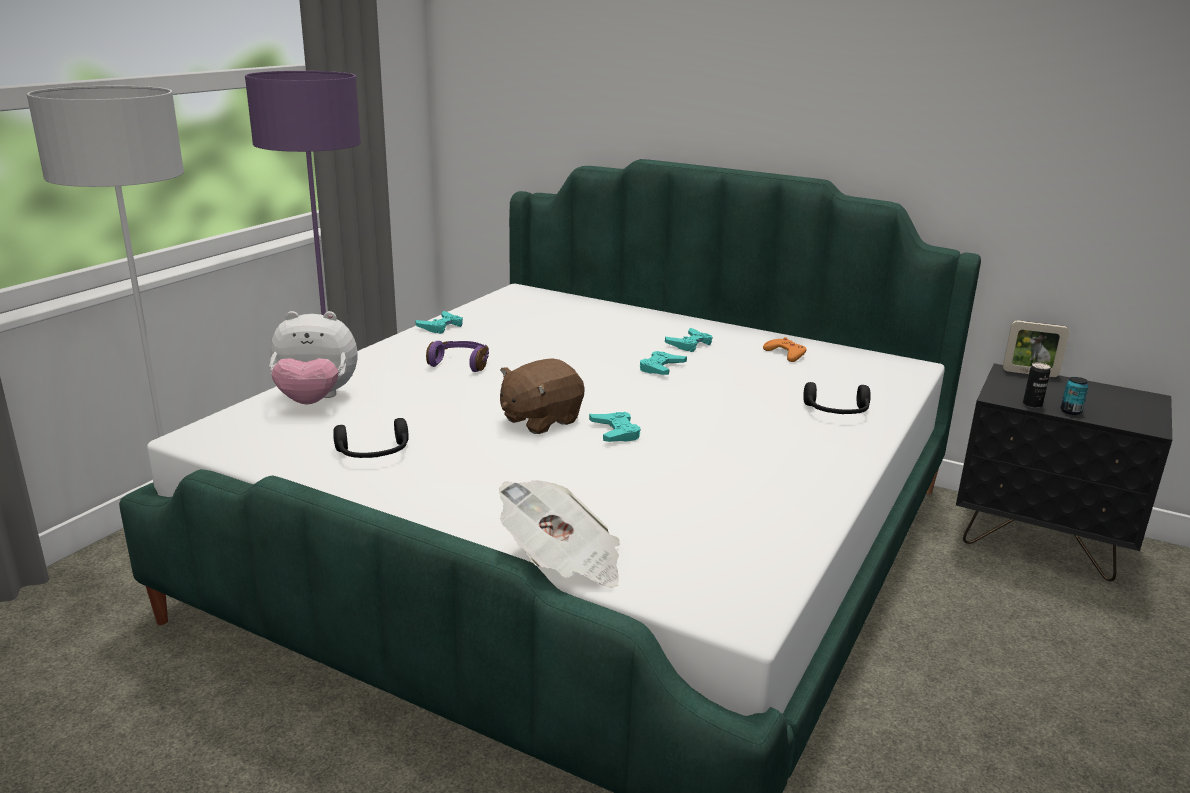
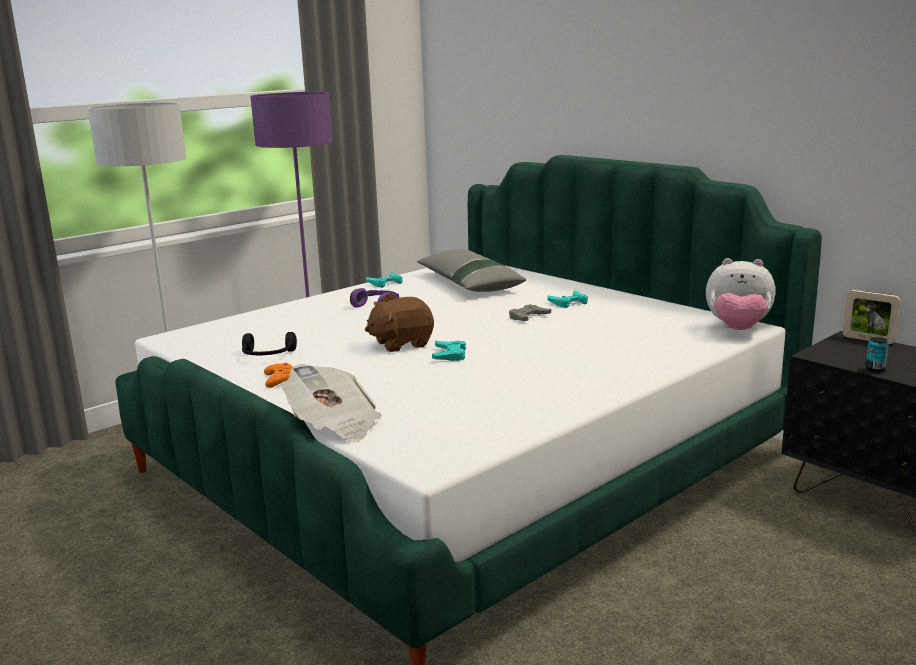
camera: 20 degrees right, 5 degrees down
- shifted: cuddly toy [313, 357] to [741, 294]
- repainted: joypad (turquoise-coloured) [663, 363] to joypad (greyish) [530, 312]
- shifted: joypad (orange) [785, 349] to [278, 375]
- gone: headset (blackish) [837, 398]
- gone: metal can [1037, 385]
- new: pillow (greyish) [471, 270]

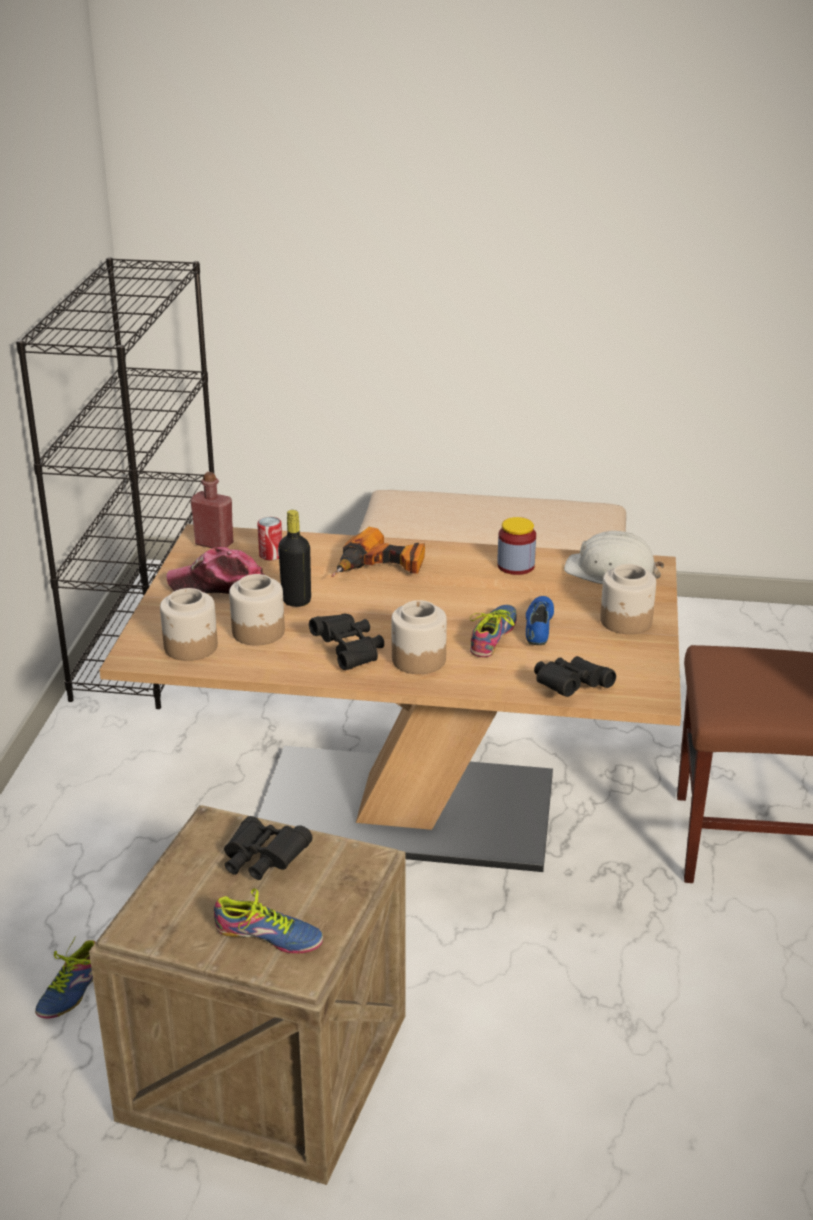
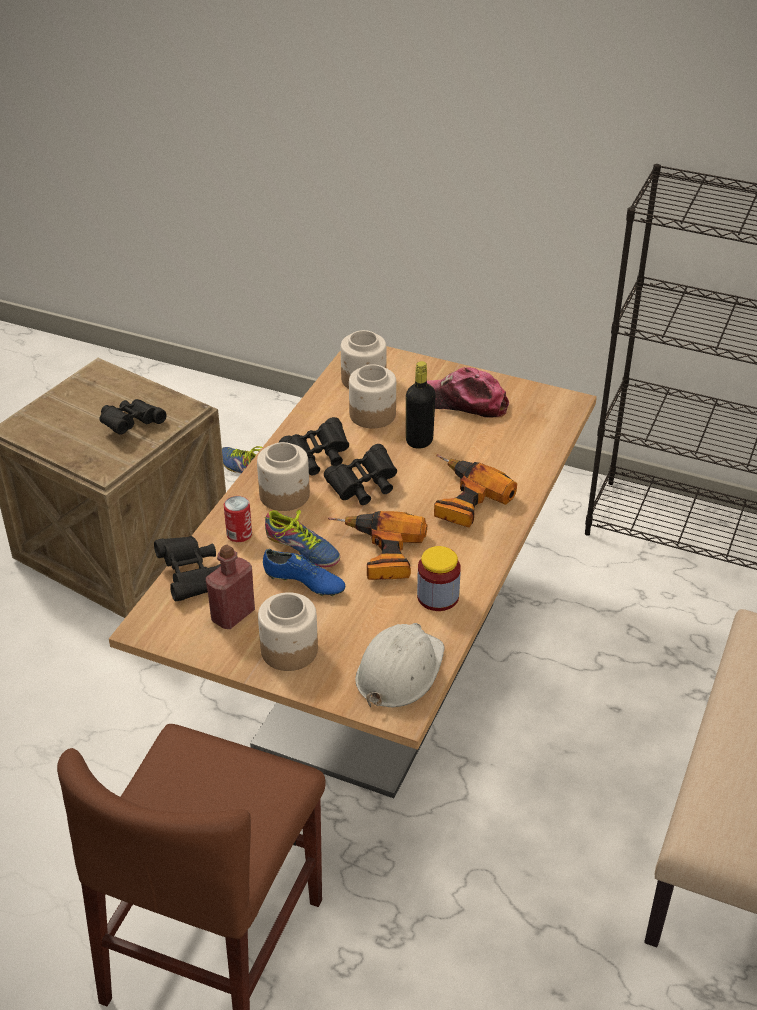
camera: 105 degrees right, 10 degrees up
- rotated: cap [215, 570] = [468, 392] 90 degrees counterclockwise
- shifted: bottle (red) [211, 510] to [230, 587]
- gone: low shoe [268, 920]
- shifted: metal can [269, 538] to [238, 519]
- new: pair of binoculars (blackish) [360, 474]
- new: drill [377, 545]

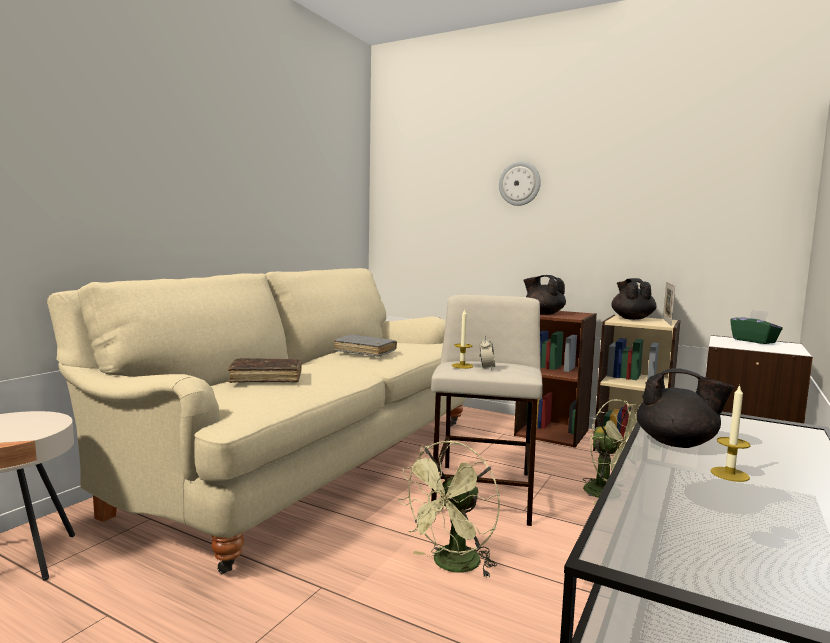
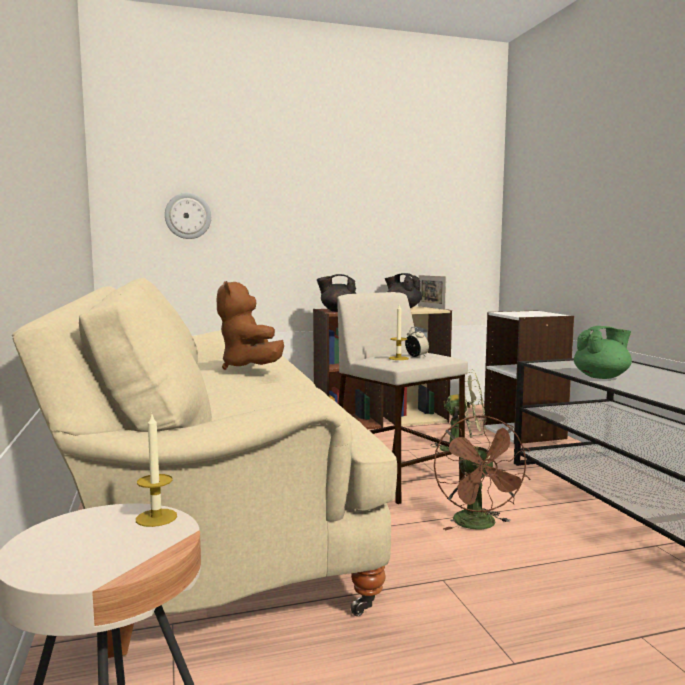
camera: 45 degrees left, 0 degrees up
- gone: volume (brownish) [265, 370]
- swapped: volume (greyish) [365, 345] to cuddly toy (brownish) [250, 325]
- repainted: electric fan (greenish) [449, 509] to electric fan (brownish) [482, 472]
- shifted: clock on the wall [520, 183] to [188, 216]
- repainted: tea pot (blackish) [685, 408] to tea pot (greenish) [603, 352]
- shifted: candle [730, 433] to [156, 469]
- gone: tissue box (greenish) [756, 327]

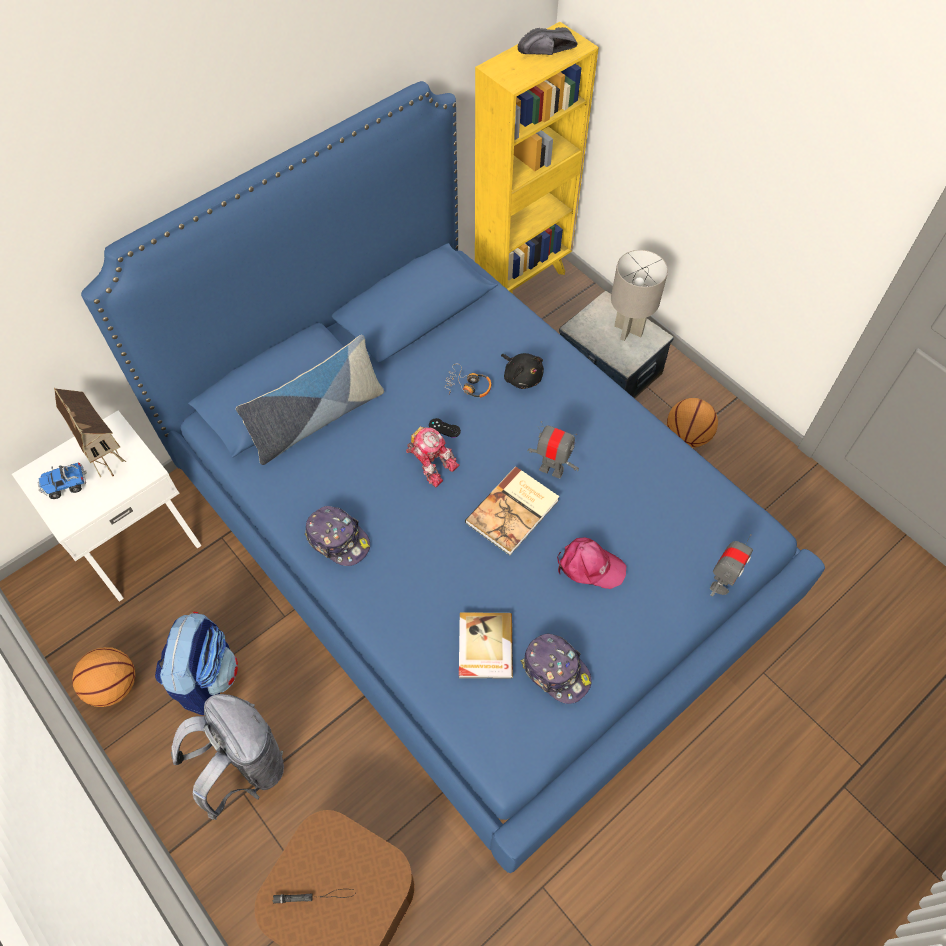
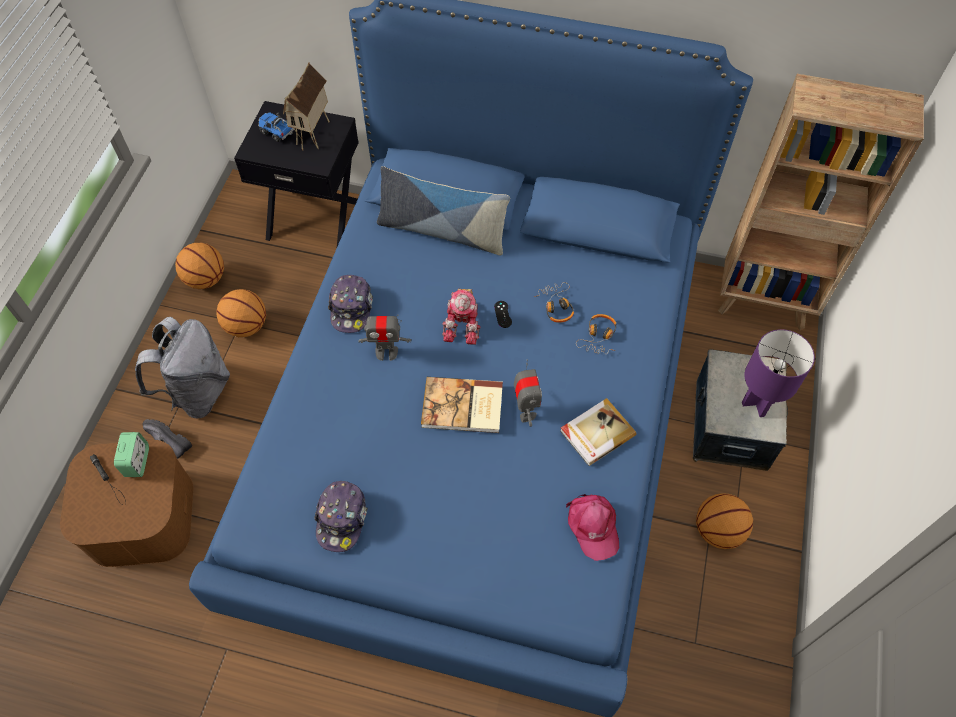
camera: 55 degrees right, 0 degrees up
- repainted: bedside table (white) [107, 506] to bedside table (blackish) [296, 175]
- swapped: knapsack [196, 663] to basketball [241, 313]
- shifted: volume [486, 645] to [598, 432]
- repainted: shelving unit (yellow-coloured) [537, 158] to shelving unit (brownish) [821, 202]
- swapped: cuddly toy (blackish) [522, 371] to headset [596, 334]
- shifted: low shoe (blackish) [547, 41] to [167, 439]
- shifted: cap (pinkish) [591, 563] to [592, 527]
- repainted: tabletop lamp (greyish) [639, 295] to tabletop lamp (purplish) [778, 373]
- shifted: toy robot [731, 565] to [385, 337]
- new: alarm clock [131, 454]

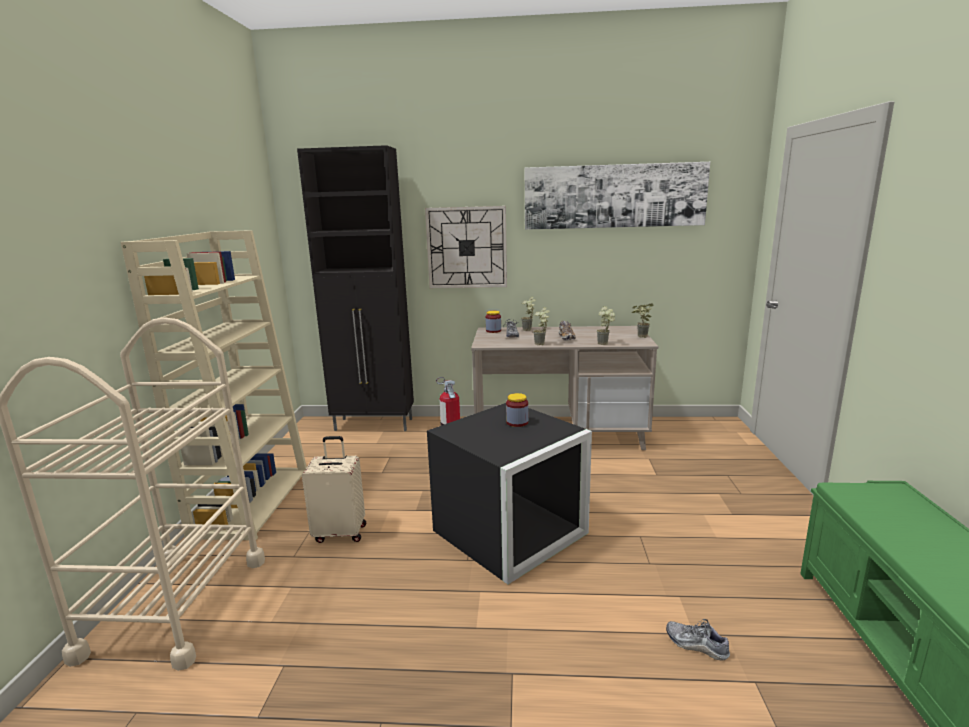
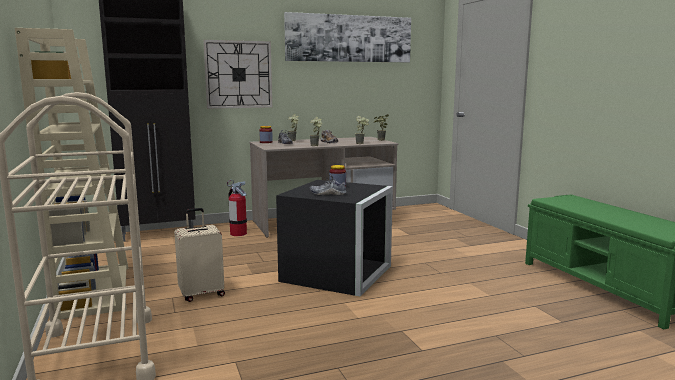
camera: 25 degrees left, 5 degrees down
- shifted: low shoe [698, 640] to [328, 185]

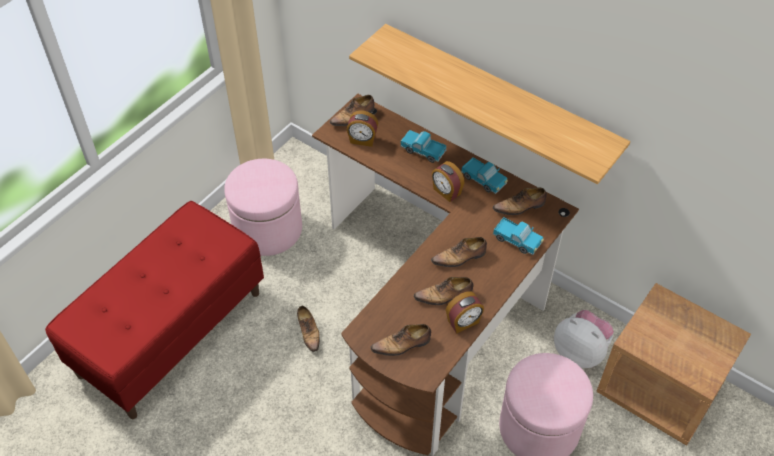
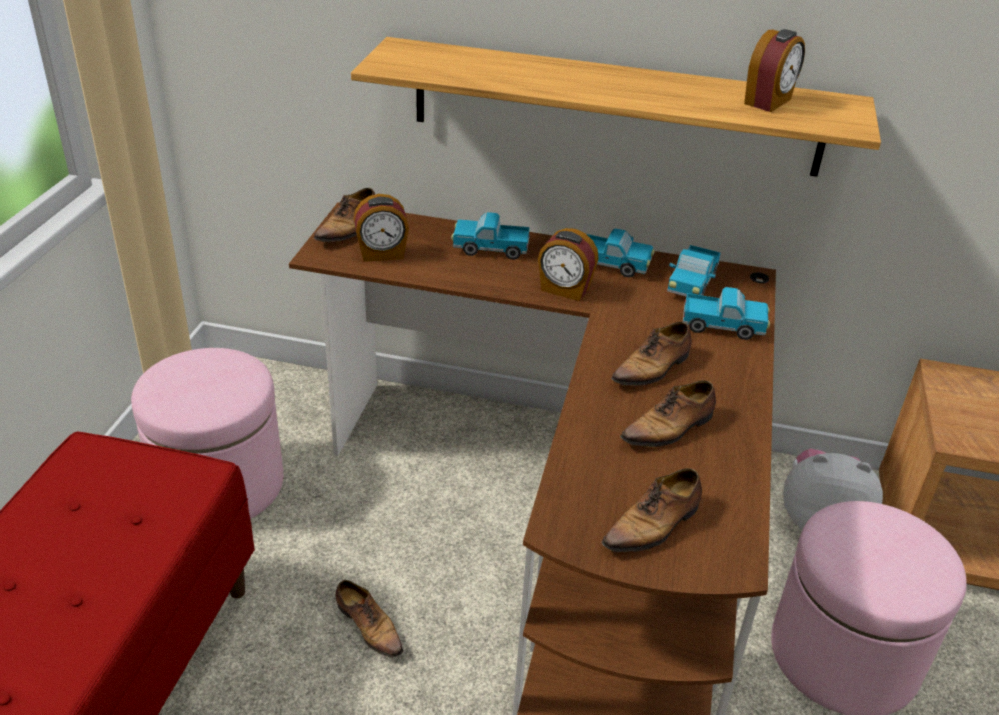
camera: 25 degrees left, 15 degrees down
- shifted: alarm clock [465, 312] to [774, 70]
- swapped: low shoe [520, 201] to toy truck [694, 270]

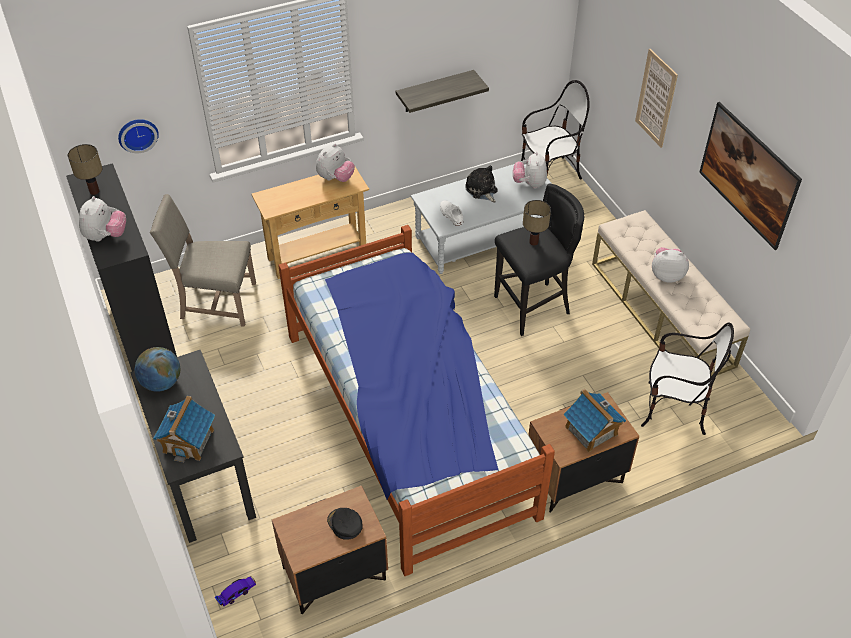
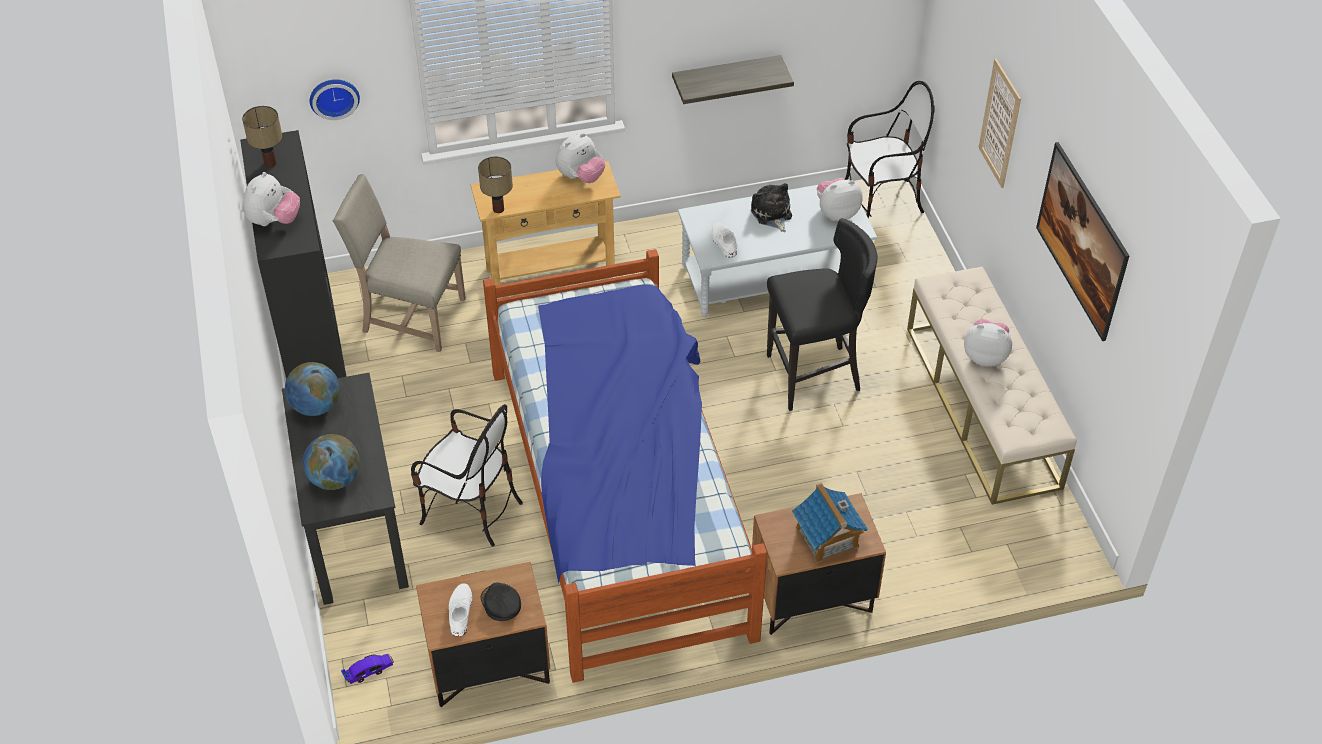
camera: 10 degrees right, 0 degrees up
- swapped: miniature house [184, 429] to desk globe [331, 462]
- rotated: cuddly toy [530, 170] = [840, 199] 60 degrees clockwise
- shifted: tabletop lamp [537, 222] to [495, 185]
- shifted: upright chair [687, 379] to [467, 475]
- new: low shoe (white) [460, 609]

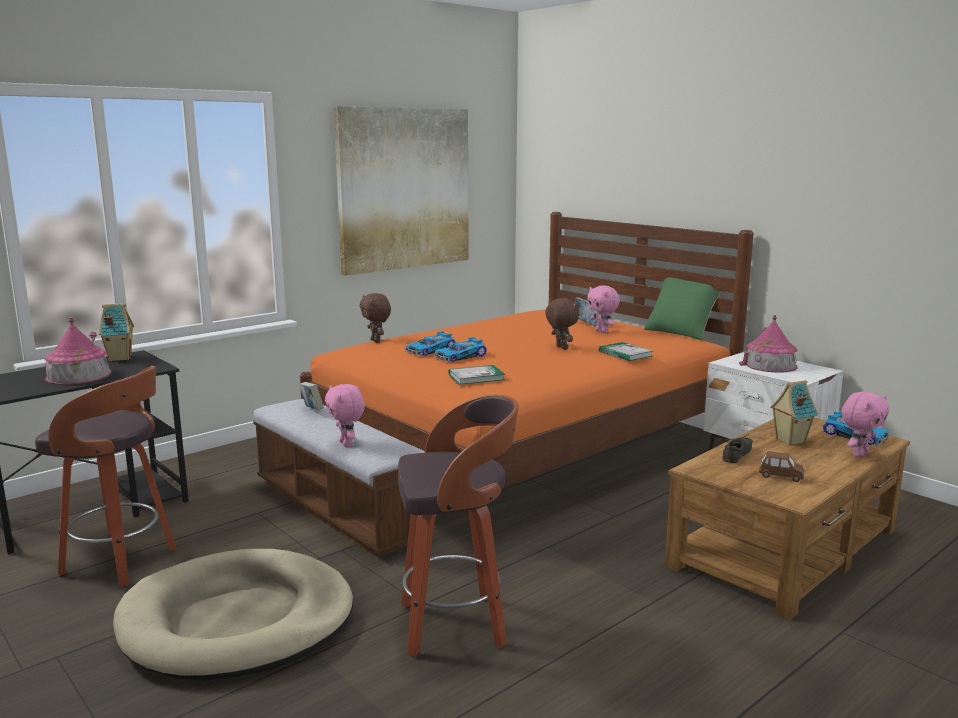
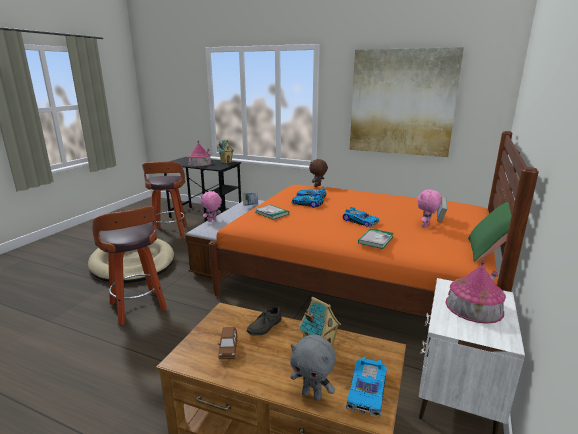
camera: 65 degrees right, 5 degrees up
- swapped: cuddly toy (brownish) [562, 324] to miniature car [361, 217]
- rotated: low shoe (greyish) [738, 448] = [264, 319] 120 degrees clockwise
- repainted: cuddly toy (pinkish) [865, 424] to cuddly toy (greyish) [313, 368]

